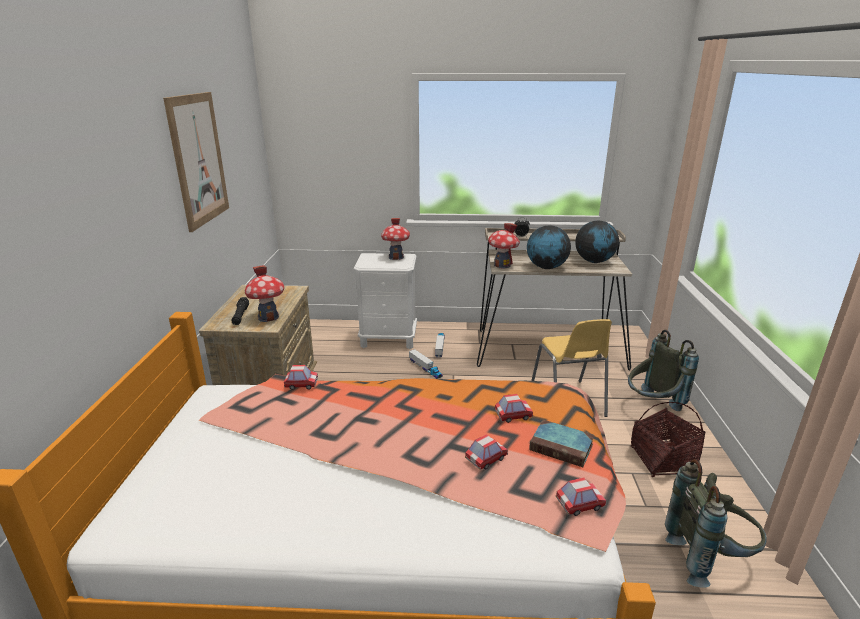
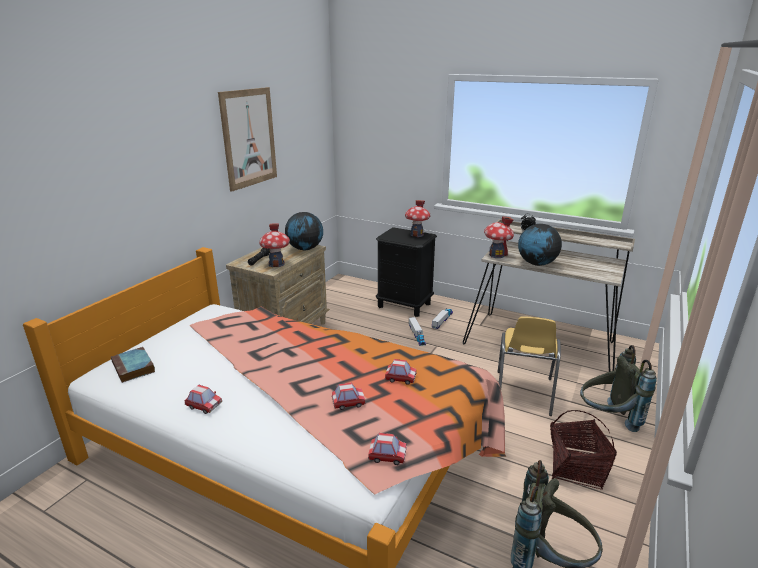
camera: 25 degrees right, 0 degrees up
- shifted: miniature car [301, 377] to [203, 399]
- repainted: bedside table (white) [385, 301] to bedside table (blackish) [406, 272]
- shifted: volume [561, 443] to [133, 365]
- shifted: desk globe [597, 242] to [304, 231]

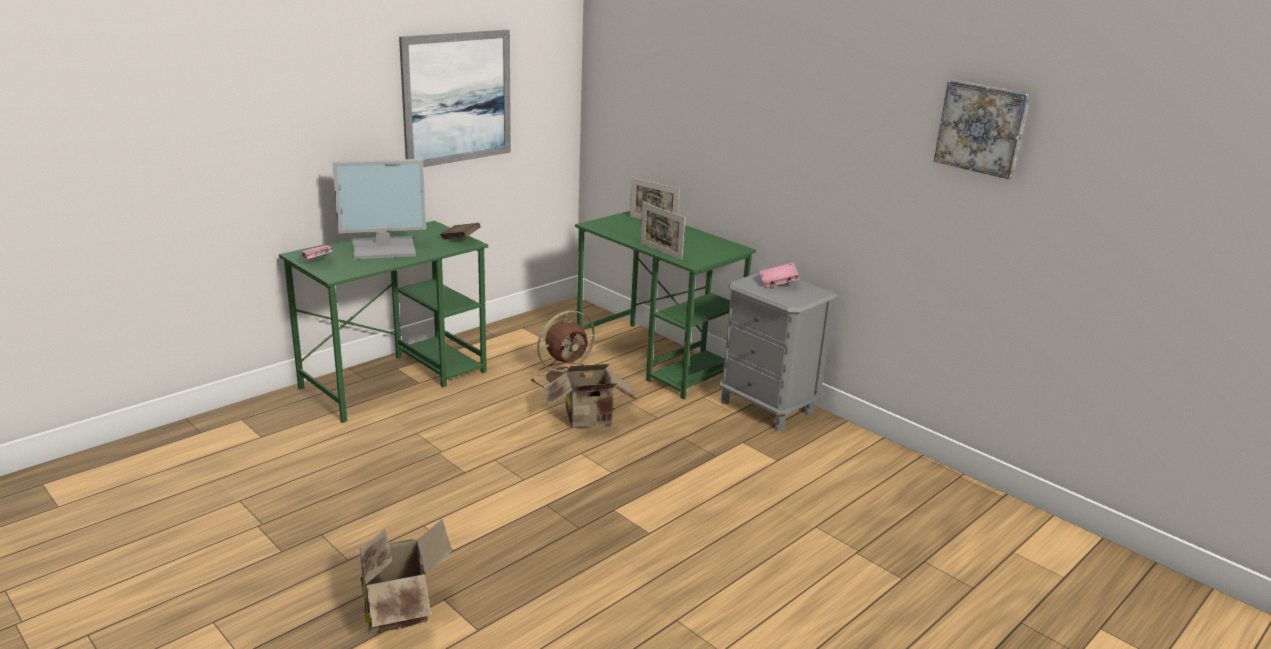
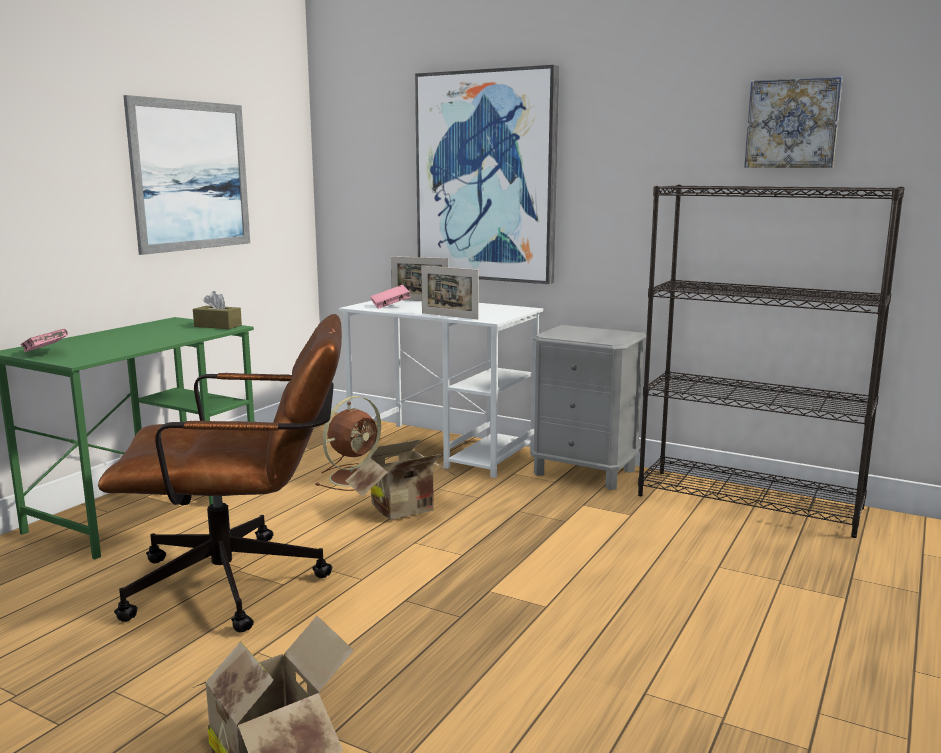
camera: 15 degrees left, 10 degrees down
- gone: computer screen [379, 209]
- swapped: volume (brownish) [460, 231] to tissue box (brownish) [217, 310]
- repainted: desk table (greenish) [665, 305] to desk table (white) [441, 389]
- shifted: volume (pinkish) [779, 275] to [391, 297]
- new: computer chair (brownish) [220, 473]
- new: wall picture [487, 174]
- new: shelving unit (blackish) [771, 361]

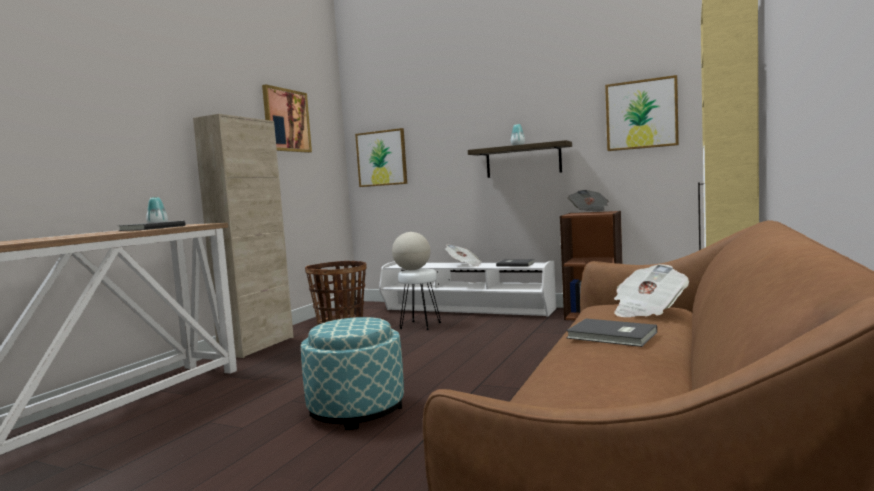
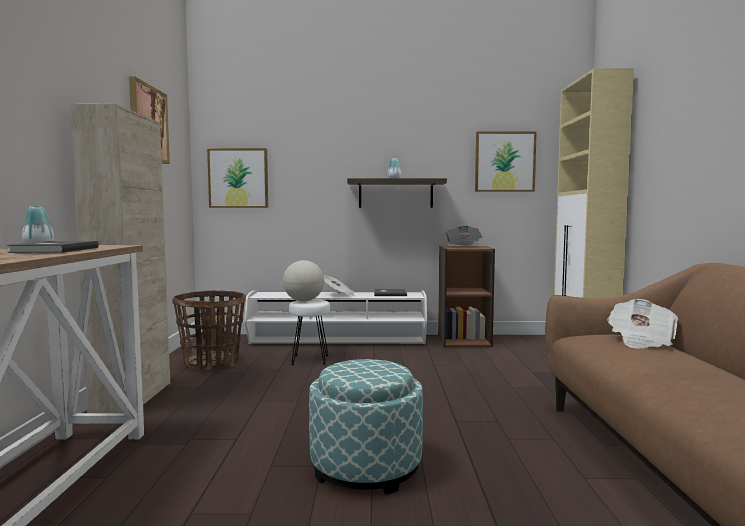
camera: 25 degrees left, 0 degrees up
- gone: volume (greyish) [611, 333]

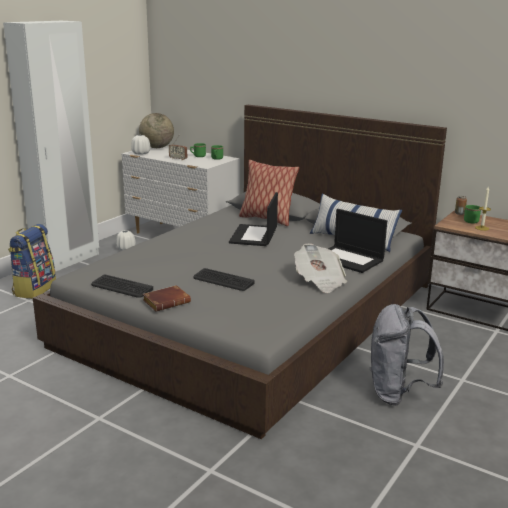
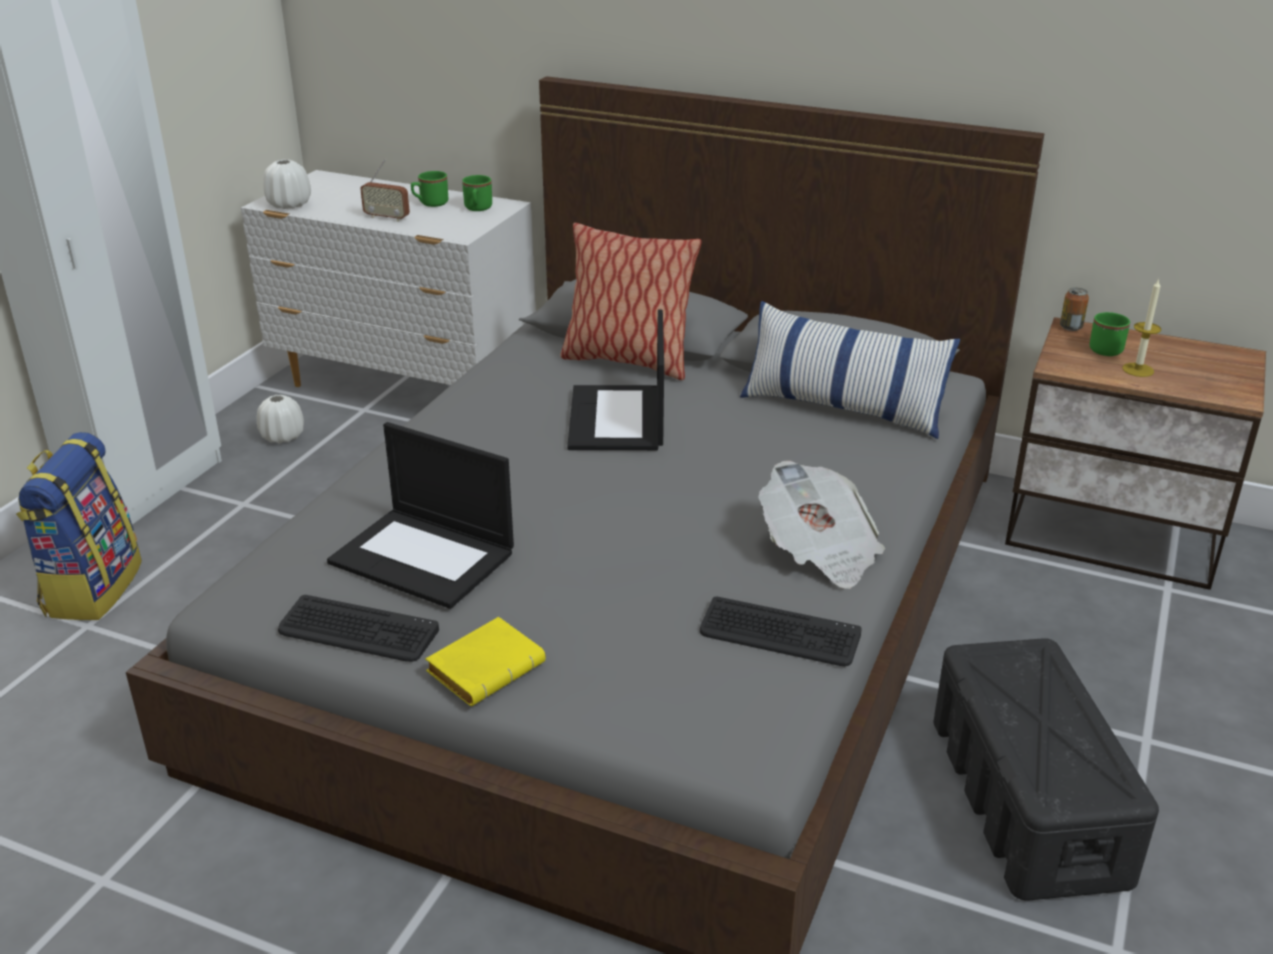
camera: 10 degrees left, 10 degrees up
- gone: desk globe [156, 130]
- repainted: volume (brownish) [167, 298] to volume (yellow-coloured) [485, 661]
- shifted: computer keyboard [224, 279] to [781, 631]
- shifted: portable computer [357, 241] to [420, 515]
- swapped: knapsack (greyish) [407, 355] to storage box (blackish) [1046, 769]

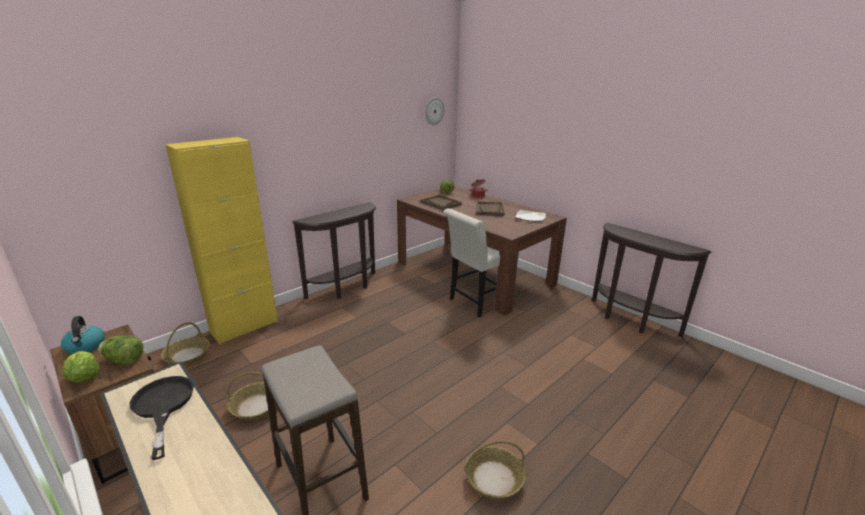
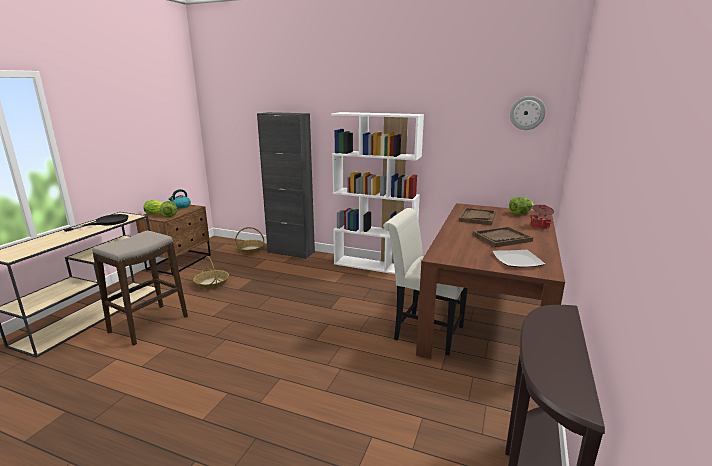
camera: 65 degrees right, 5 degrees down
- repainted: cupboard (yellow-coloured) [221, 240] to cupboard (blackish) [286, 185]
- swapped: narrow table (brownish) [334, 251] to shelving unit (white) [377, 193]
- gone: household basket [495, 470]

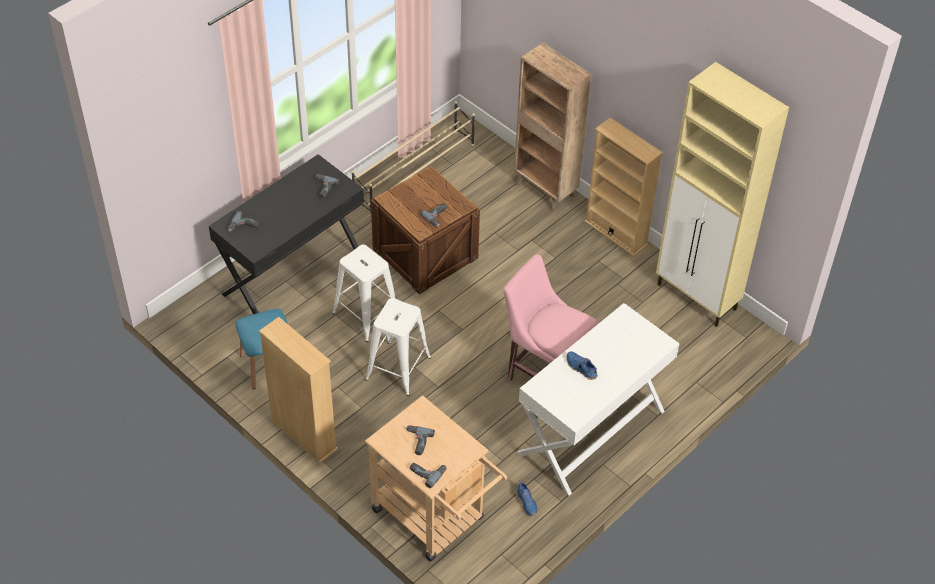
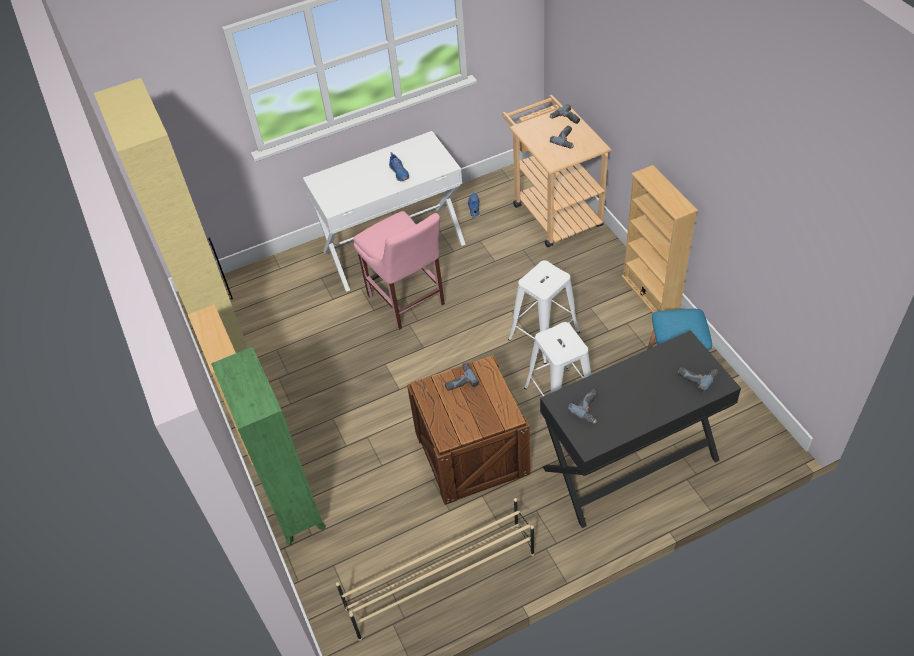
camera: 155 degrees left, 0 degrees up
- repainted: shelving unit (brownish) [552, 127] to shelving unit (greenish) [268, 446]

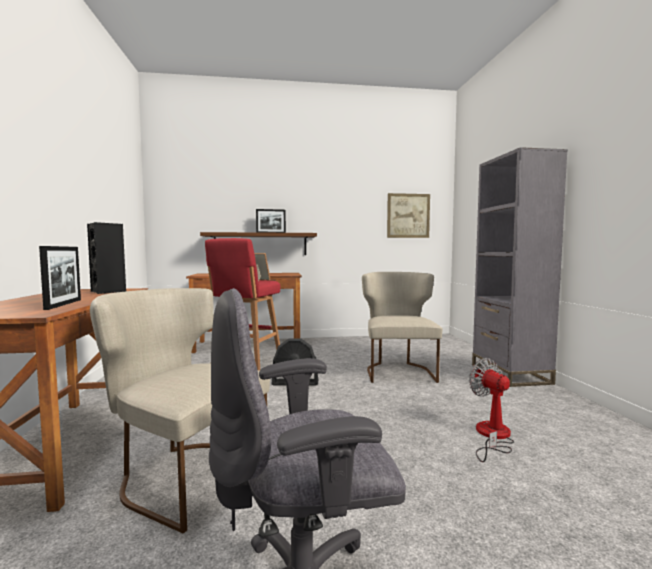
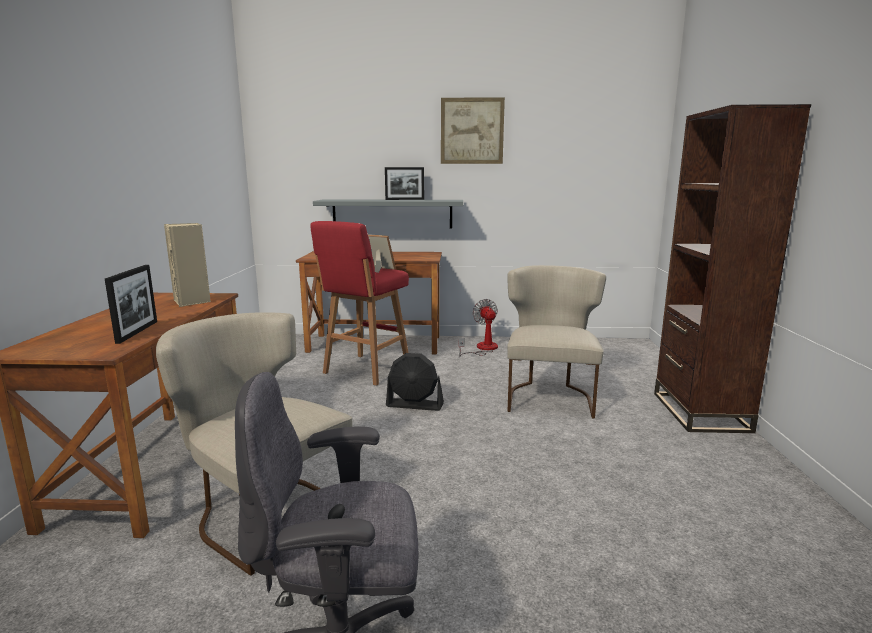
camera: 10 degrees right, 10 degrees up
- repainted: audio speaker (blackish) [106, 258] to audio speaker (beige-coloured) [187, 265]
- repainted: bracket shelf (brownish) [258, 243] to bracket shelf (greyish) [388, 214]
- shifted: wall picture [408, 215] to [473, 130]
- shifted: electric fan [491, 410] to [478, 328]
- repainted: shelving unit (greyish) [520, 267] to shelving unit (brownish) [732, 268]

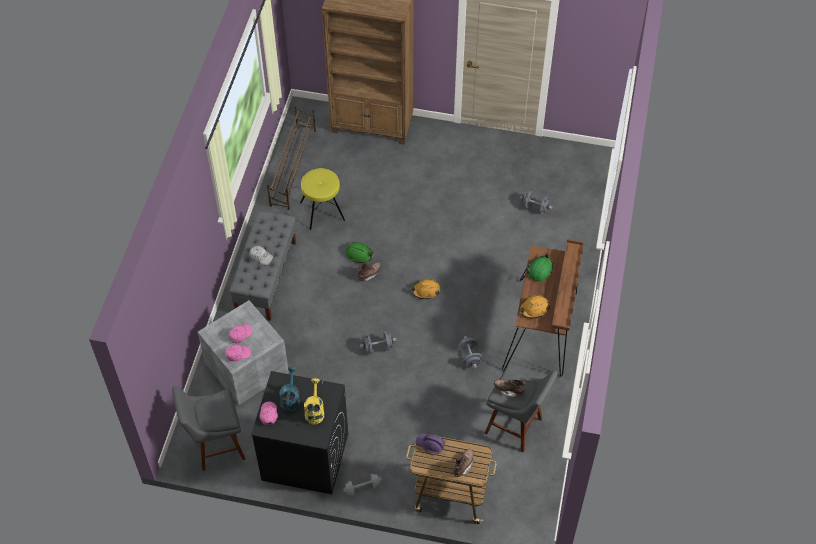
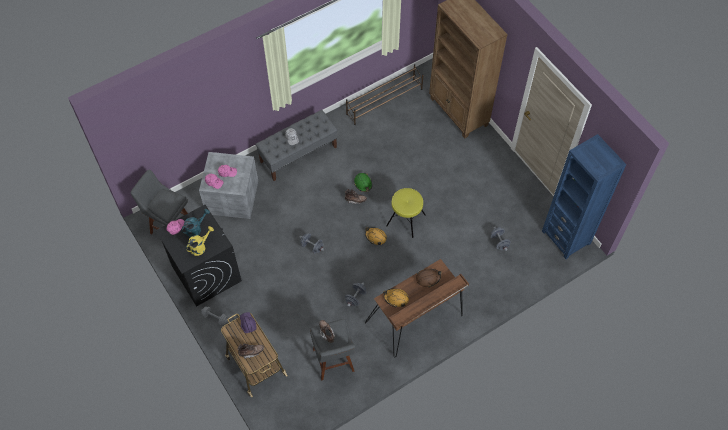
camera: 45 degrees right, 5 degrees up
- shifted: stool (yellow-coloured) [322, 199] to [406, 213]
- repainted: work helmet (greenish) [540, 267] to work helmet (brownish) [429, 278]
- new: shelving unit (bluish) [584, 196]

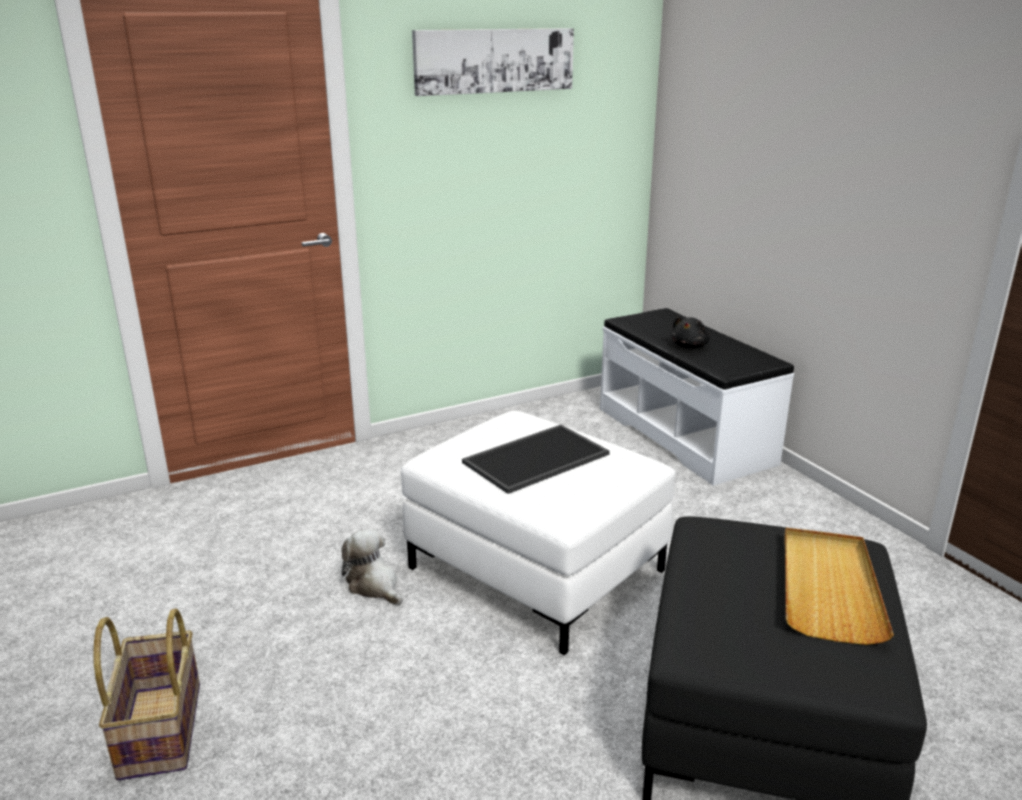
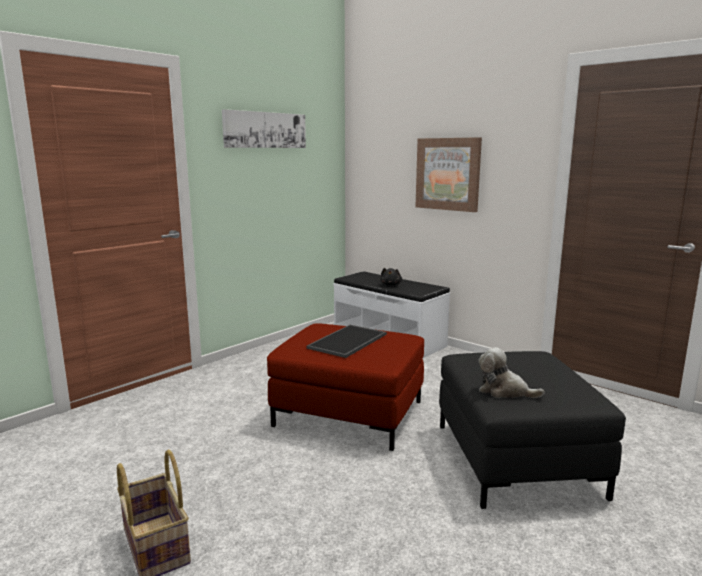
camera: 20 degrees left, 10 degrees down
- shifted: cuddly toy [371, 567] to [512, 372]
- repainted: ottoman (white) [538, 533] to ottoman (red) [345, 387]
- gone: carrying tray (beige-coloured) [839, 586]
- new: wall picture [448, 174]

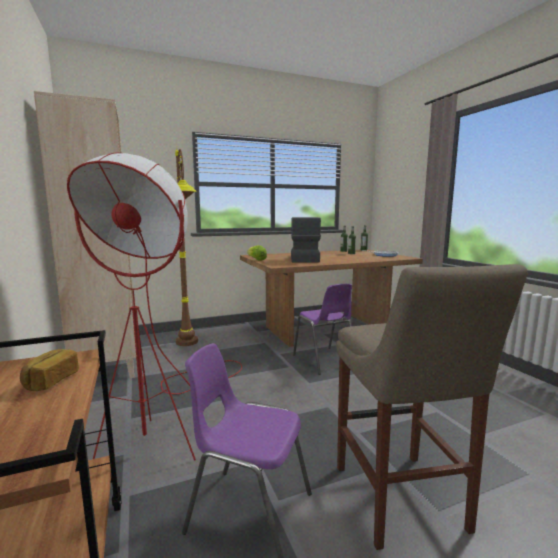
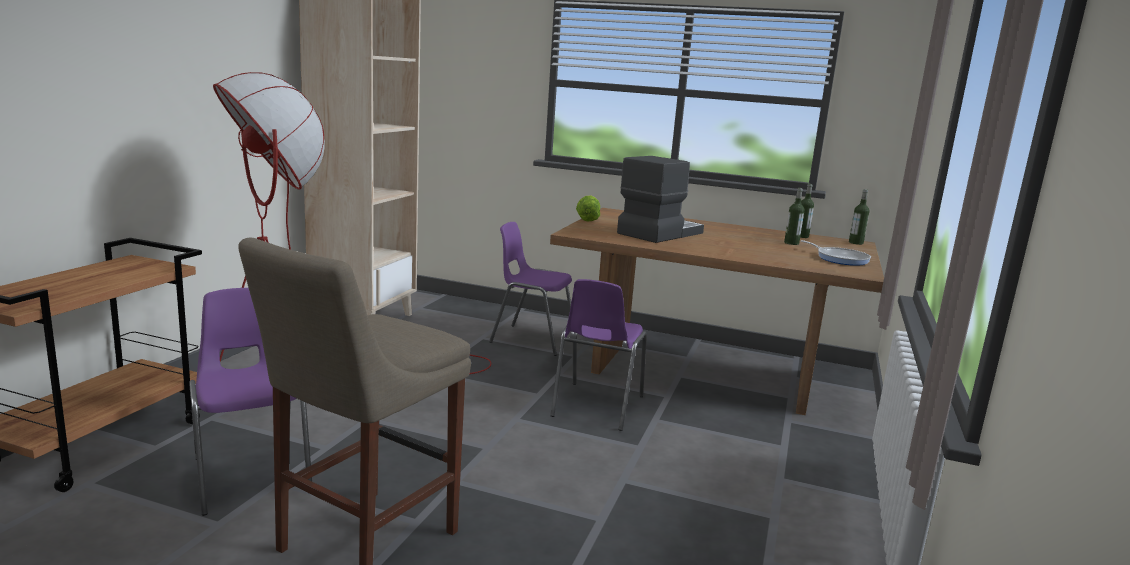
camera: 40 degrees right, 5 degrees up
- gone: baked bread [49, 370]
- gone: standing lamp (brownish) [186, 247]
- new: upright chair (purplish) [530, 289]

